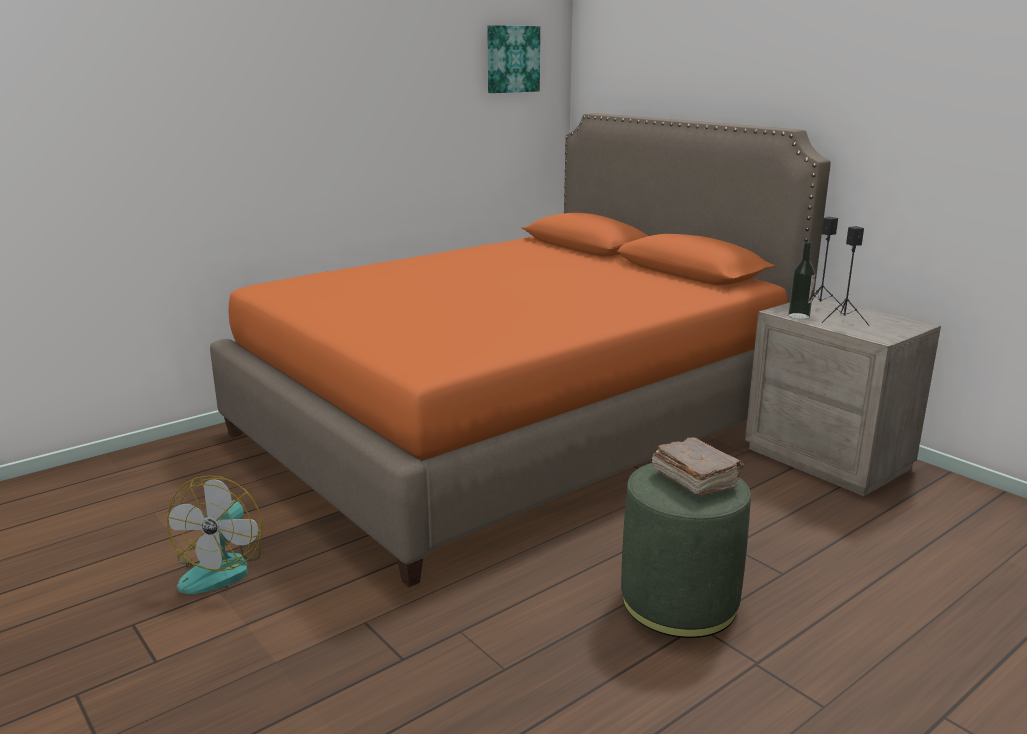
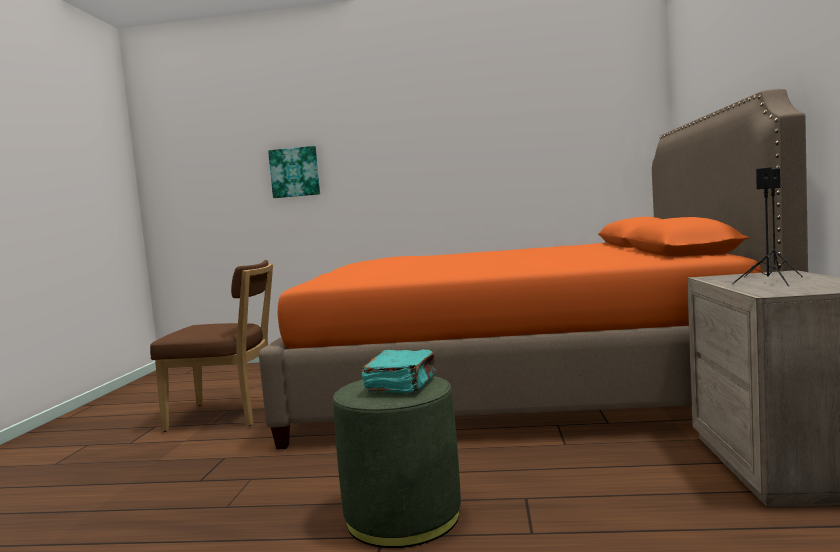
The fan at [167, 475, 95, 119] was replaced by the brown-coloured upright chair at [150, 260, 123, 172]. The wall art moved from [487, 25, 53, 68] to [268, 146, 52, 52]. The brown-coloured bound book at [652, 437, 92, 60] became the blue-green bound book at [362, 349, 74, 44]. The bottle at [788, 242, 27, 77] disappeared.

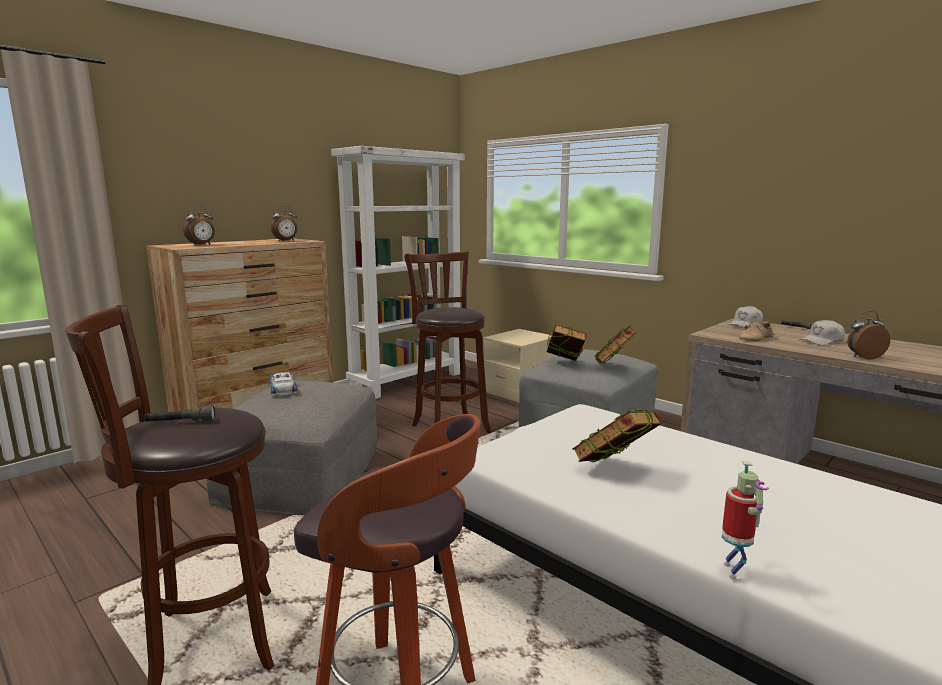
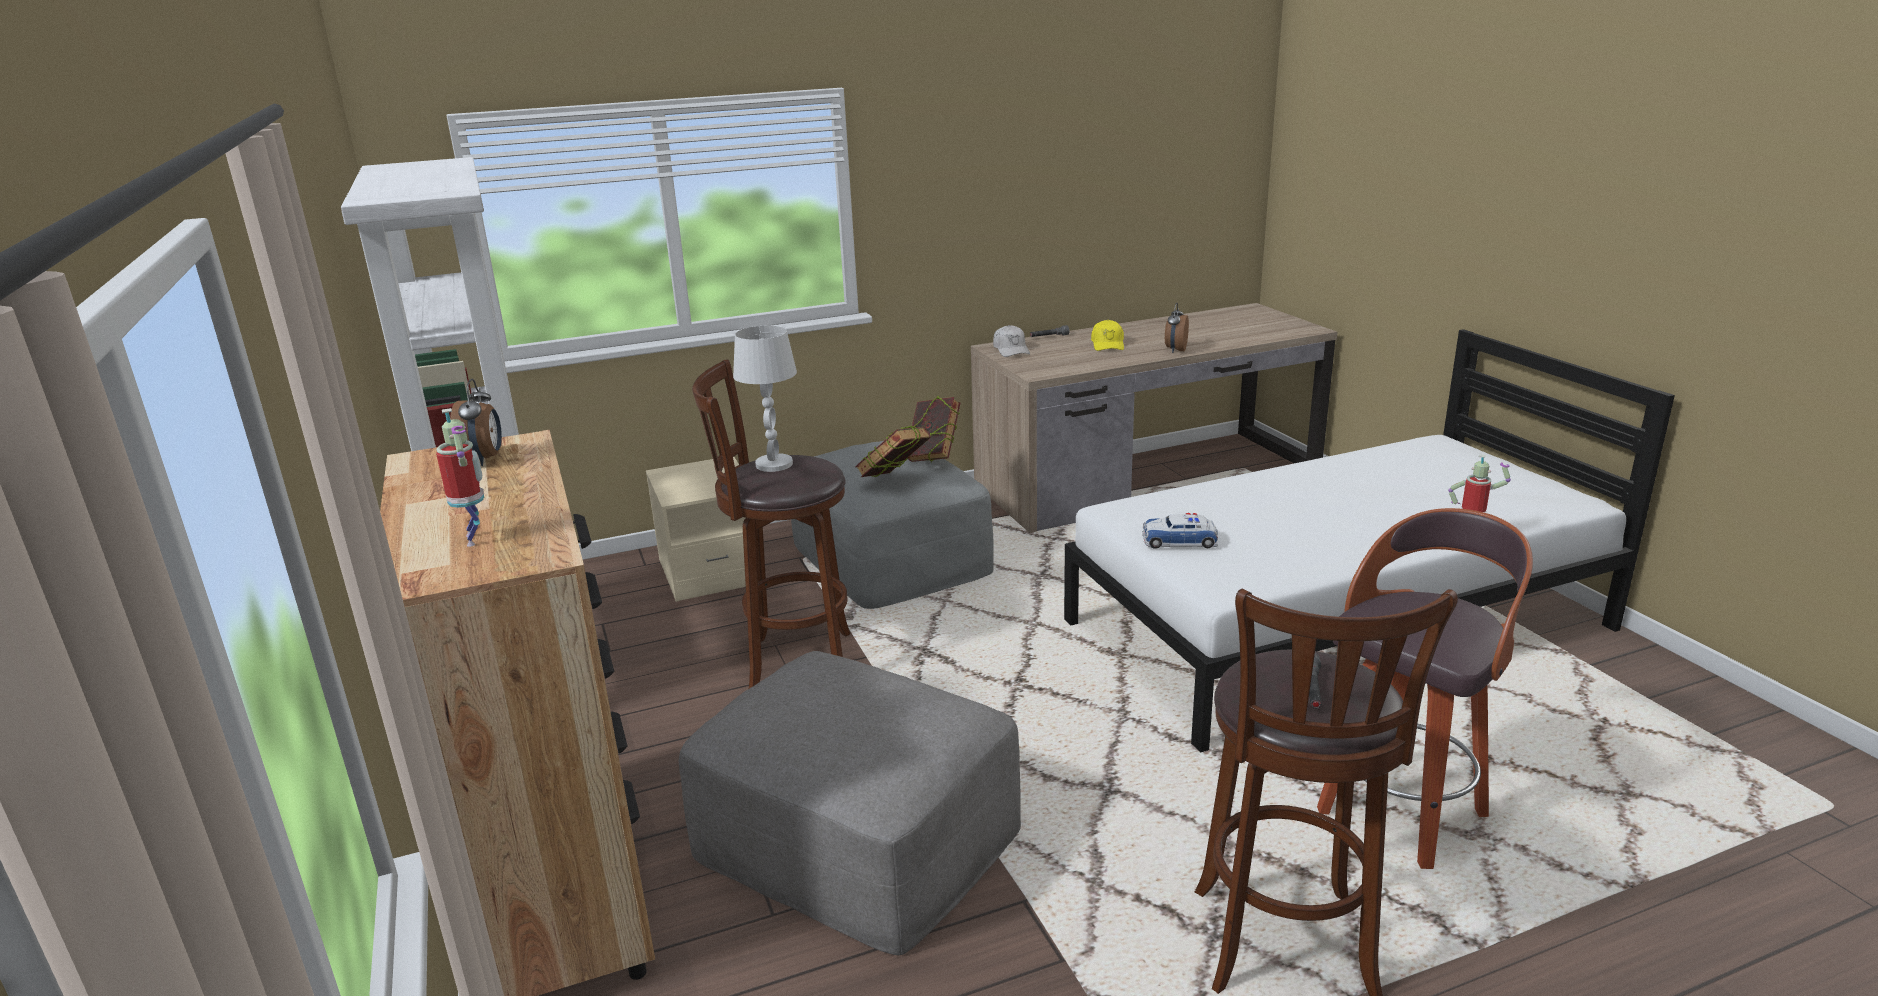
The alarm clock at [183, 206, 32, 39] was replaced by the model robot at [436, 408, 48, 139]. The model car moved from [269, 372, 28, 25] to [1142, 513, 76, 36]. The bound book at [572, 408, 90, 54] disappeared. The beige shoe at [739, 321, 35, 21] disappeared. The white baseball cap at [800, 319, 45, 26] became the yellowish baseball cap at [1091, 320, 33, 31]. The white table lamp at [733, 326, 64, 146] appeared.

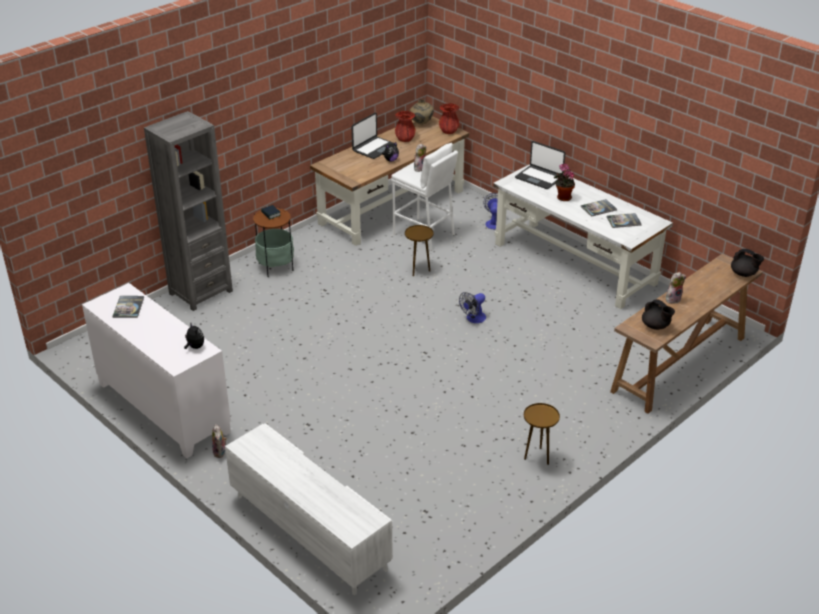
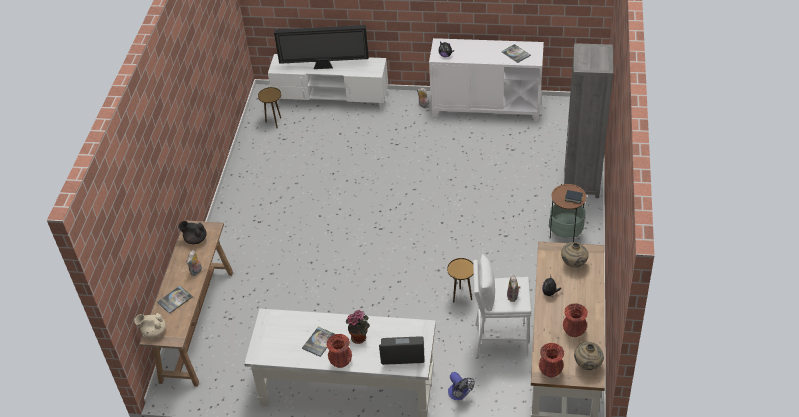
The notebook computer at [352, 113, 45, 46] disappeared. The fan at [459, 292, 27, 31] disappeared. The brown-coloured accent table moved from [524, 403, 36, 62] to [258, 87, 23, 41]. The bound book moved from [607, 213, 35, 15] to [157, 286, 36, 28]. The blackish teapot at [731, 249, 33, 28] became the beige teapot at [134, 313, 32, 25]. The television at [274, 25, 95, 44] appeared. The red-coloured decorative vase at [326, 334, 26, 34] appeared. The beige decorative vase at [561, 242, 28, 26] appeared.

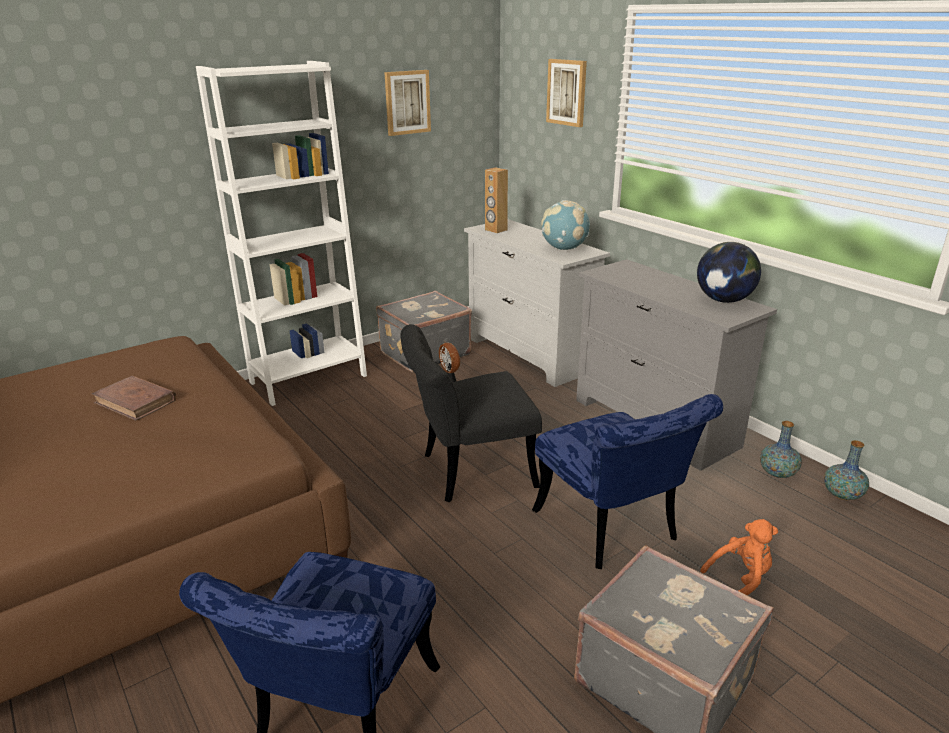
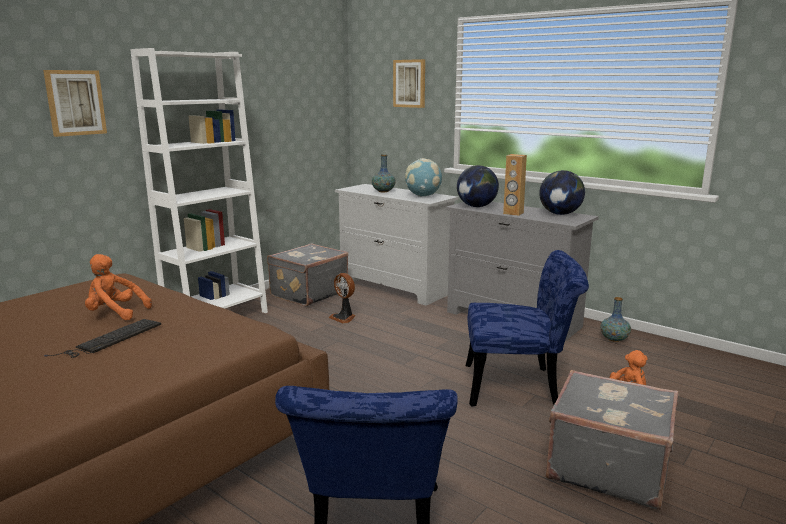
The brown-coloured bound book at [92, 376, 84, 45] was replaced by the orangey cuddly toy at [85, 254, 67, 66]. The wall art moved from [384, 70, 47, 66] to [43, 70, 64, 67]. The blackish upright chair at [400, 324, 142, 178] disappeared. The brown-coloured loudspeaker moved from [485, 167, 23, 66] to [503, 154, 24, 62]. The blue upright chair at [532, 394, 191, 175] turned 45 degrees counterclockwise. The decorative vase moved from [824, 440, 45, 60] to [372, 155, 24, 37]. The keyboard at [44, 319, 117, 39] appeared. The desk globe at [457, 165, 42, 42] appeared.

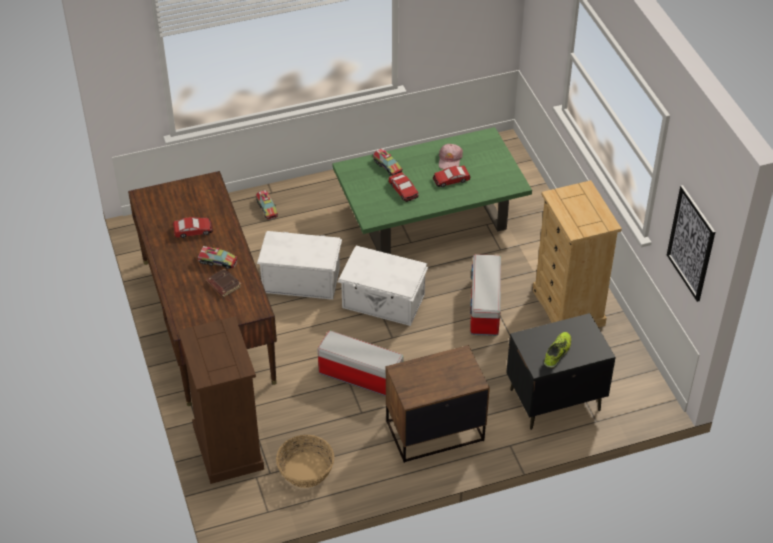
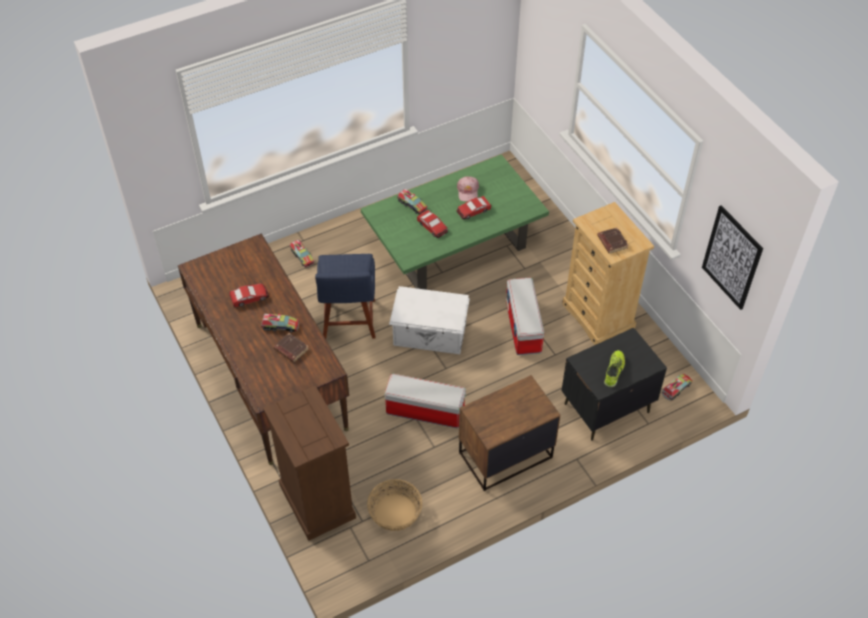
The white storage box at [257, 231, 85, 69] was replaced by the blue upright chair at [315, 254, 61, 85]. The brown-coloured bound book at [597, 228, 32, 26] appeared. The toy lorry at [662, 373, 31, 28] appeared.

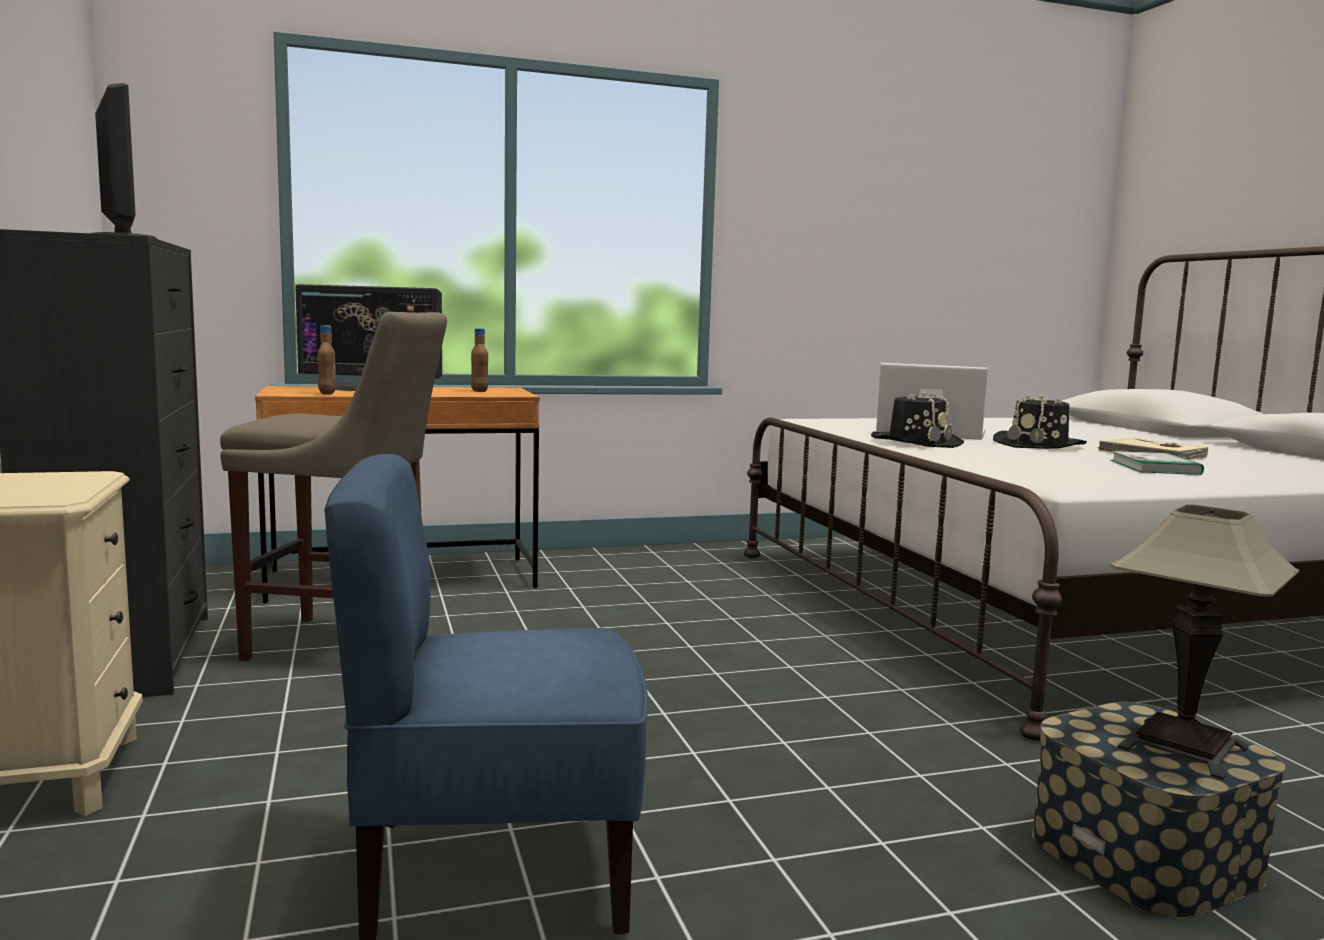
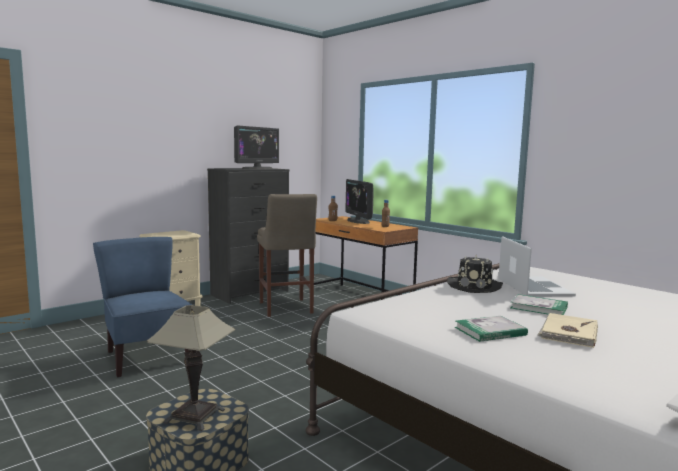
The blackish hat at [993, 392, 94, 57] was replaced by the bound book at [511, 294, 57, 21].

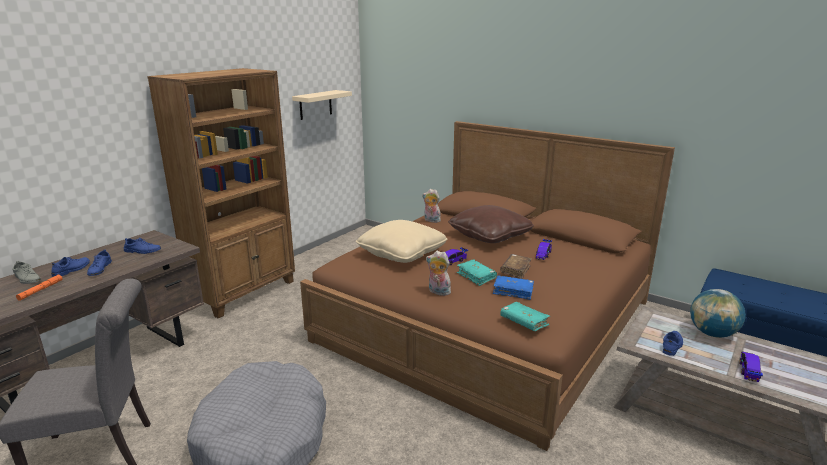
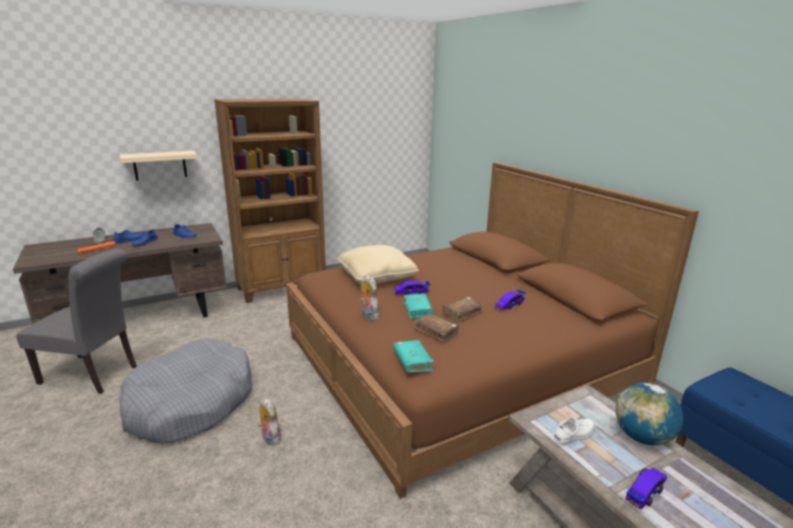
The beige wall shelf moved from [292, 90, 60, 30] to [120, 151, 78, 30]. The cuddly toy moved from [422, 189, 19, 34] to [258, 398, 24, 47]. The brown-coloured throw pillow at [448, 205, 86, 38] disappeared. The blue bound book at [493, 275, 41, 25] became the brown-coloured bound book at [414, 313, 45, 30]. The blue shoe at [663, 331, 20, 25] became the white shoe at [554, 417, 41, 28].

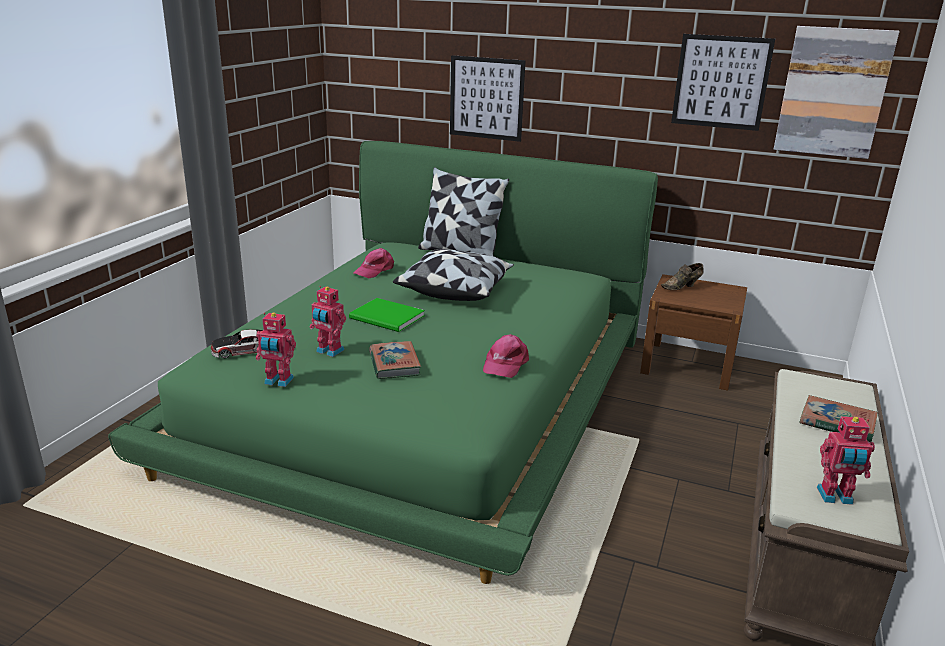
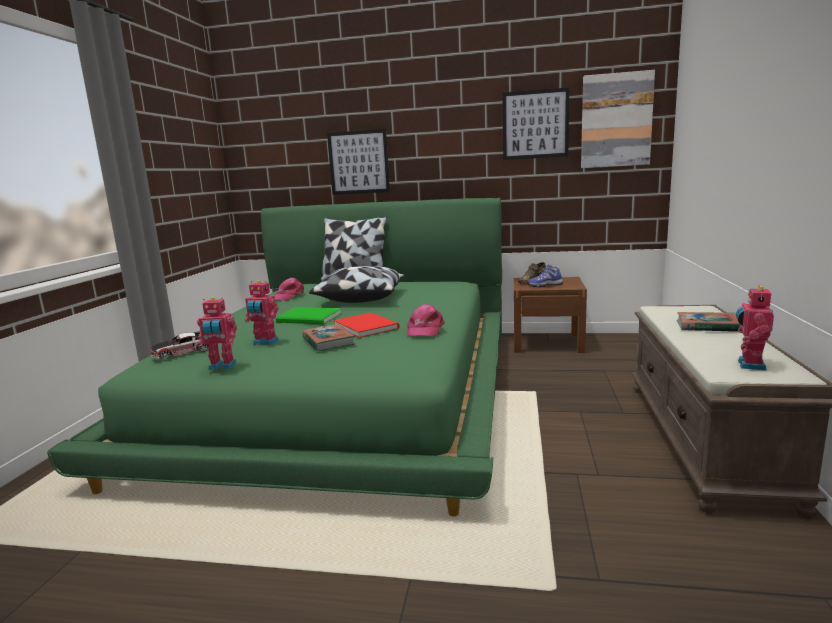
The model robot at [817, 416, 58, 89] turned 120 degrees clockwise. The red-coloured bound book at [333, 313, 66, 25] appeared. The shoe at [527, 264, 36, 23] appeared.

